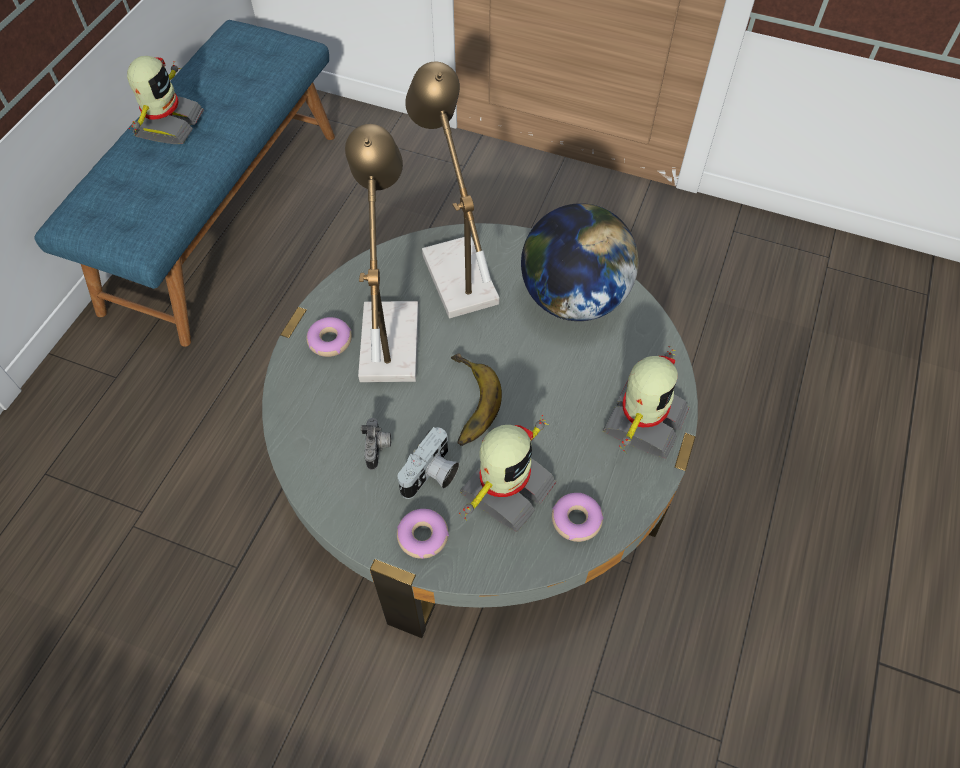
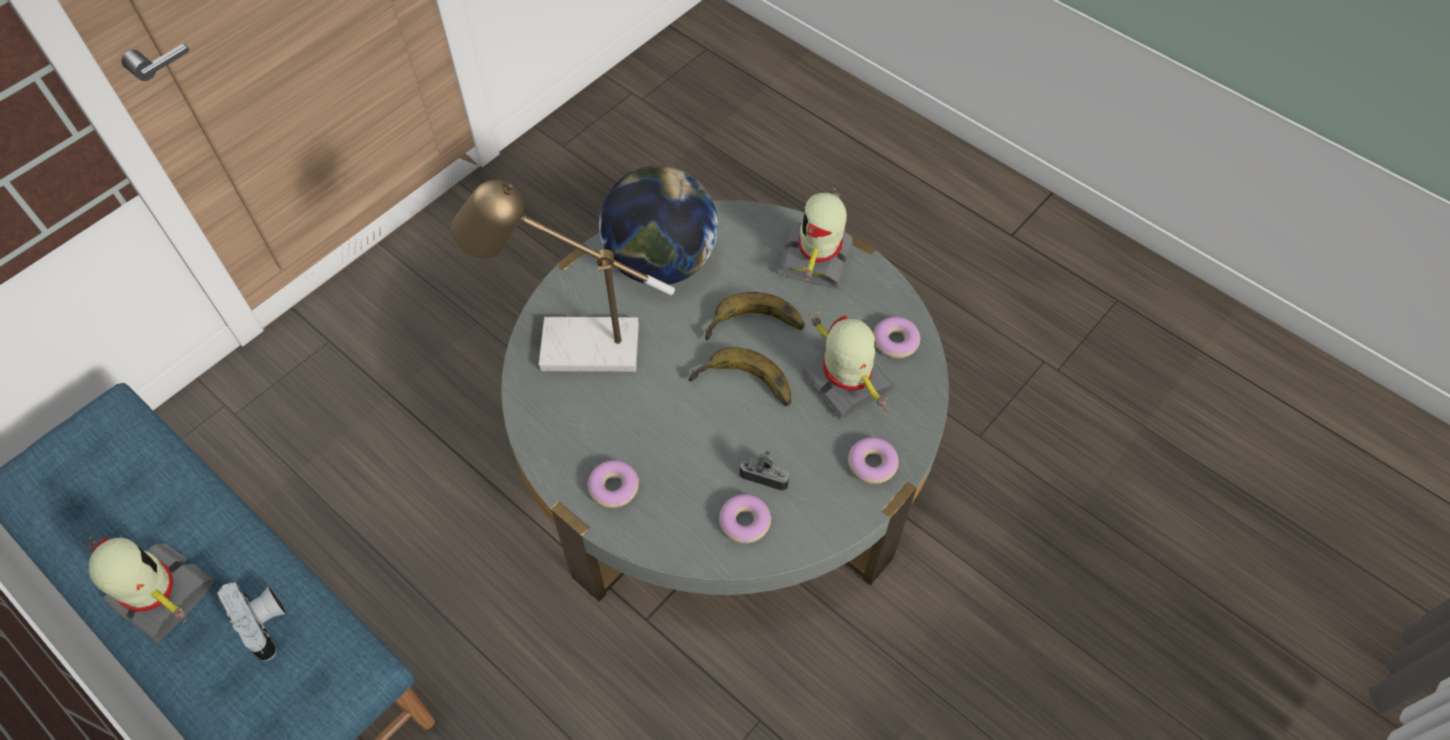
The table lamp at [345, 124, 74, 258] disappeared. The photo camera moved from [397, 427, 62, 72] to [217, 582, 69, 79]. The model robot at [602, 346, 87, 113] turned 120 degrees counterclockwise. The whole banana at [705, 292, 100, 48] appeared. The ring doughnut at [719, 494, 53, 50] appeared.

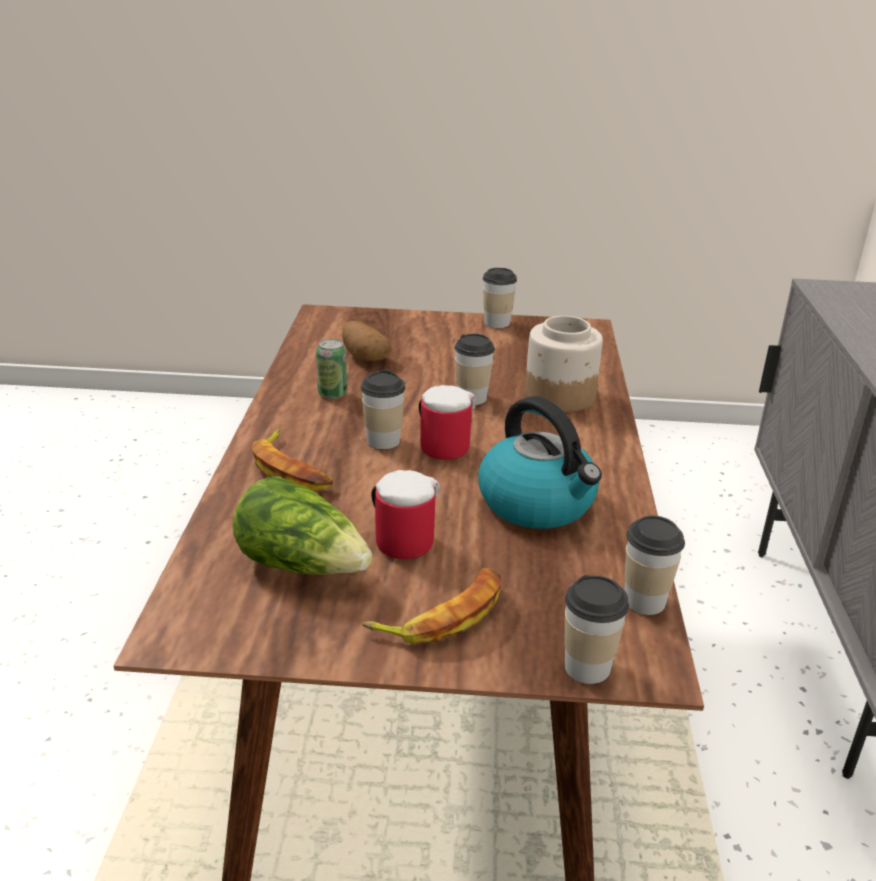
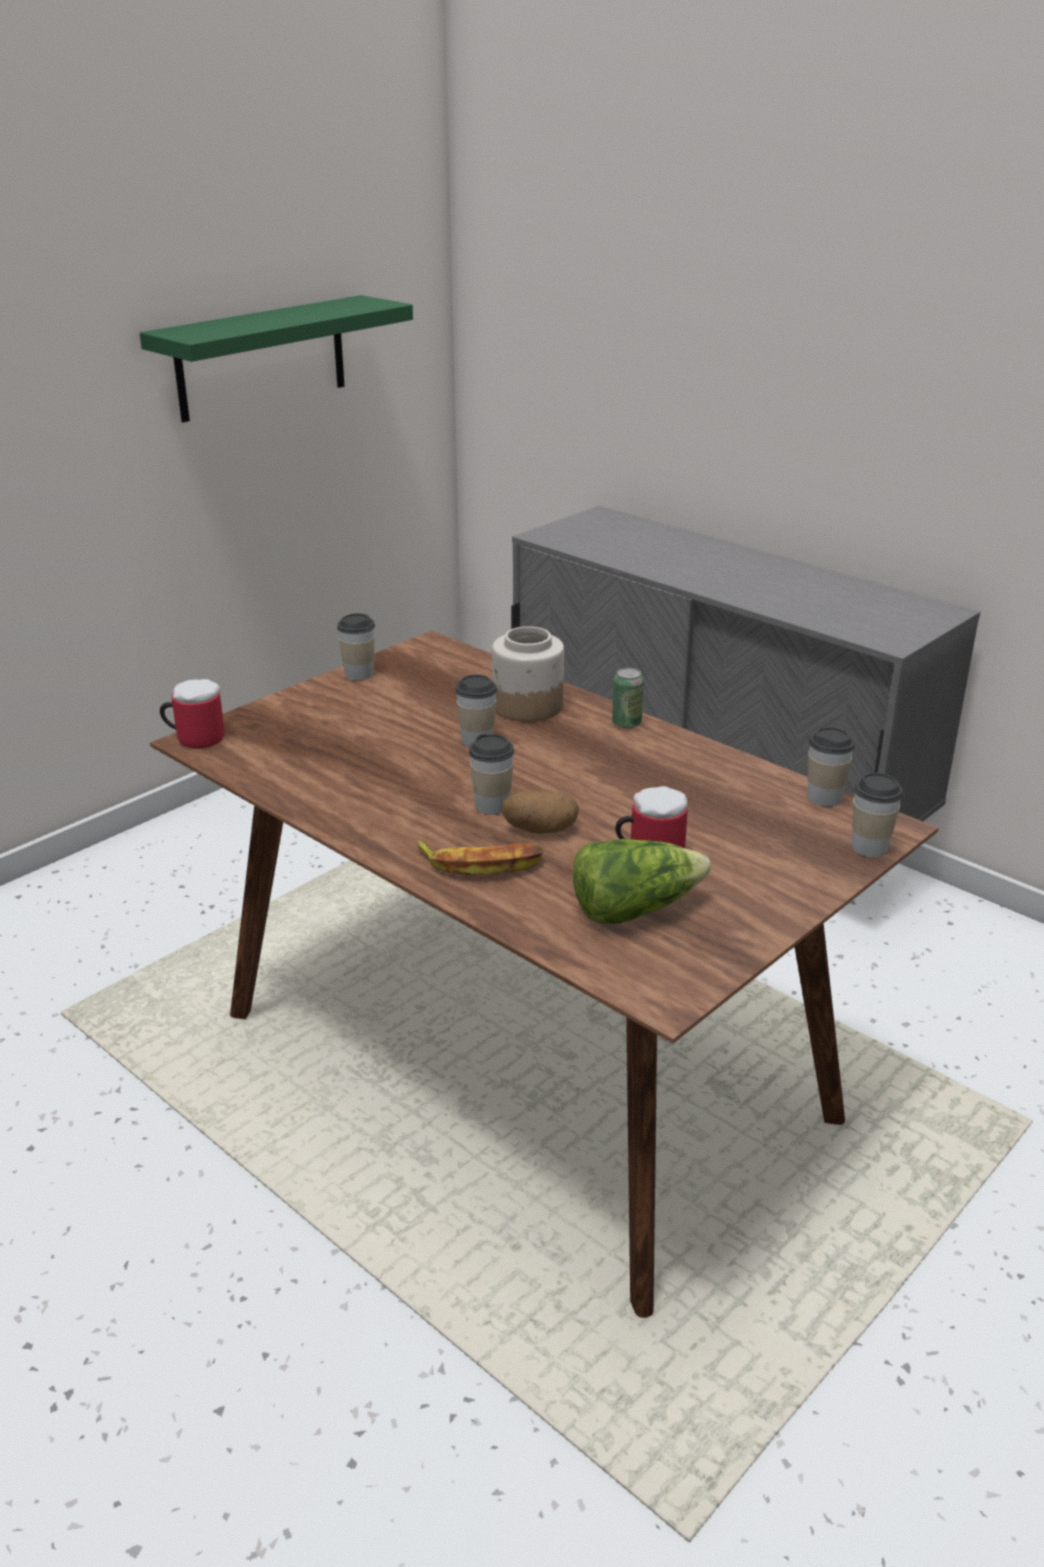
The can moved from [316, 339, 31, 60] to [612, 668, 32, 61]. The whole potato moved from [342, 321, 50, 40] to [502, 791, 77, 43]. The whole banana at [362, 568, 139, 76] disappeared. The mug moved from [419, 385, 57, 75] to [160, 679, 65, 69]. The water kettle at [478, 396, 124, 133] disappeared. The greenish wall shelf at [139, 295, 274, 128] appeared.

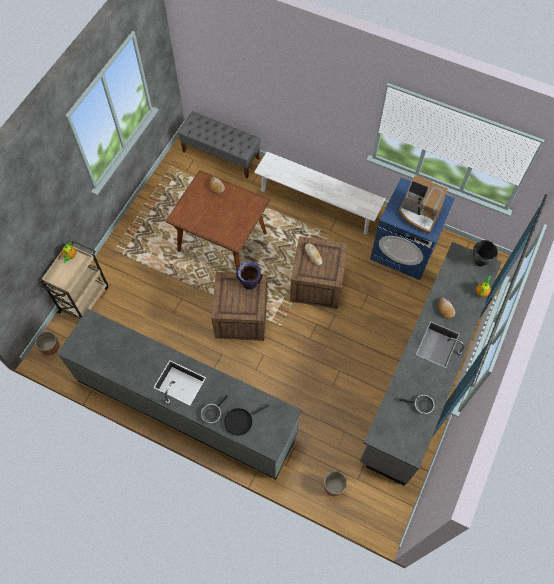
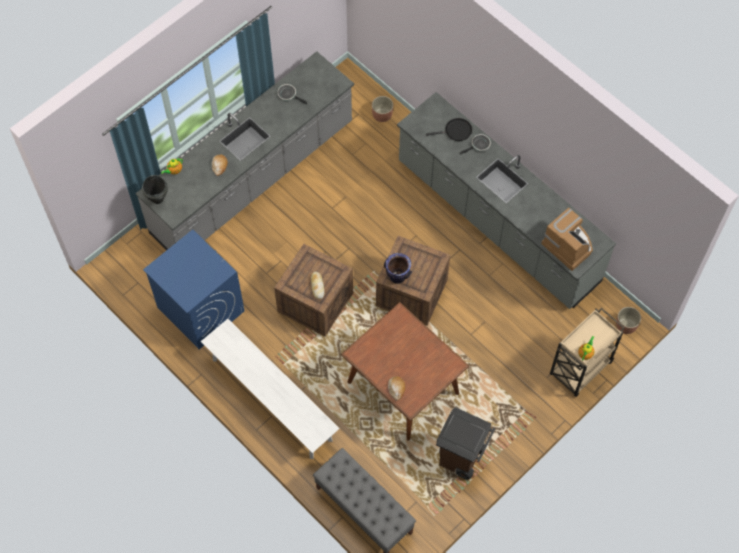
The coffee maker moved from [399, 175, 49, 59] to [541, 208, 52, 63]. The brown-coloured rubbish bin at [436, 407, 59, 73] appeared.

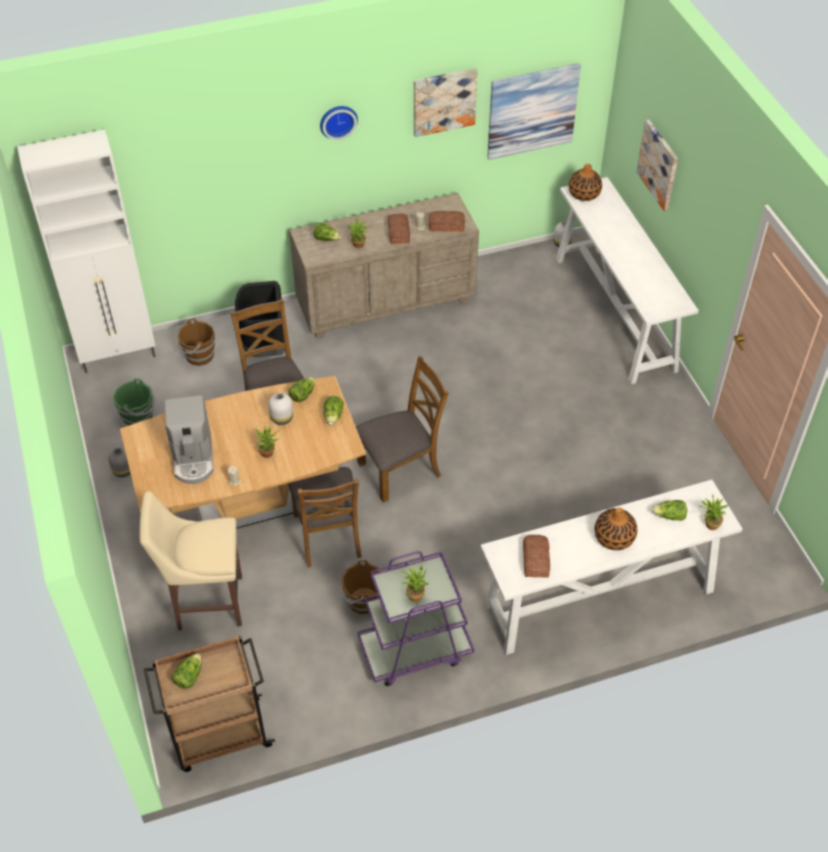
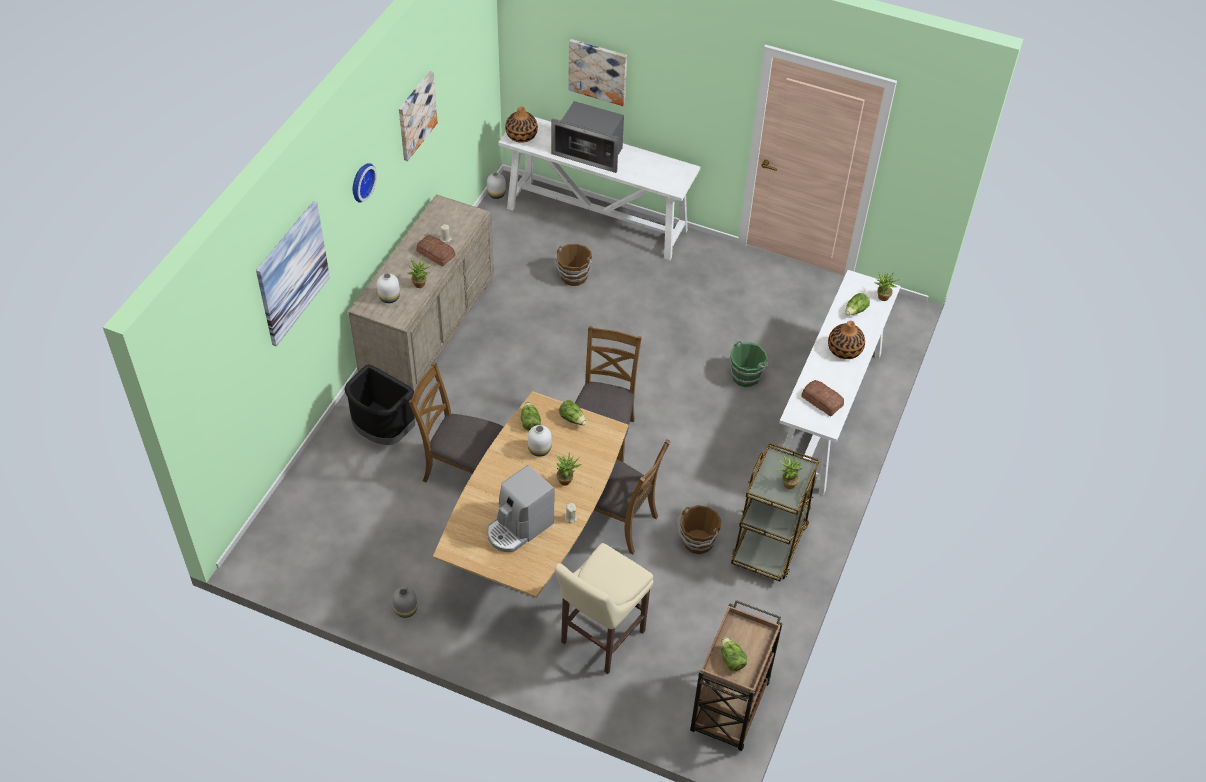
The white cupboard at [17, 129, 139, 244] disappeared. The greenish water bucket moved from [113, 378, 42, 47] to [730, 341, 39, 46]. The coffee maker at [164, 395, 50, 89] turned 105 degrees clockwise. The brown-coloured water bucket moved from [178, 318, 37, 48] to [554, 244, 38, 42]. The lettuce at [313, 222, 28, 19] was replaced by the white decorative vase at [377, 273, 23, 30]. The purple trolley at [357, 551, 117, 135] became the brown-coloured trolley at [731, 443, 88, 138]. The baked bread at [429, 211, 36, 21] disappeared. The wall art moved from [487, 63, 94, 97] to [256, 201, 74, 145]. The microwave oven at [551, 101, 73, 72] appeared.

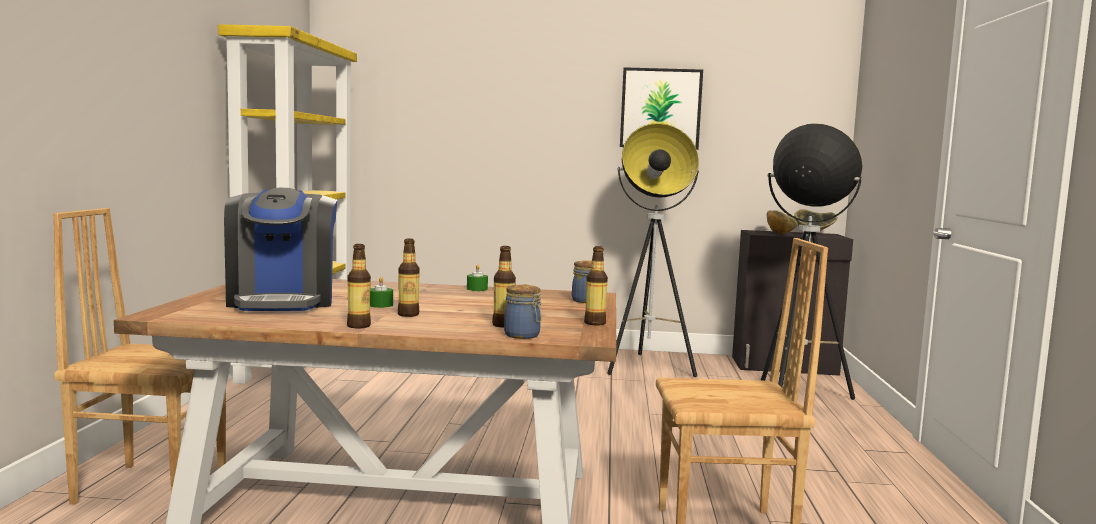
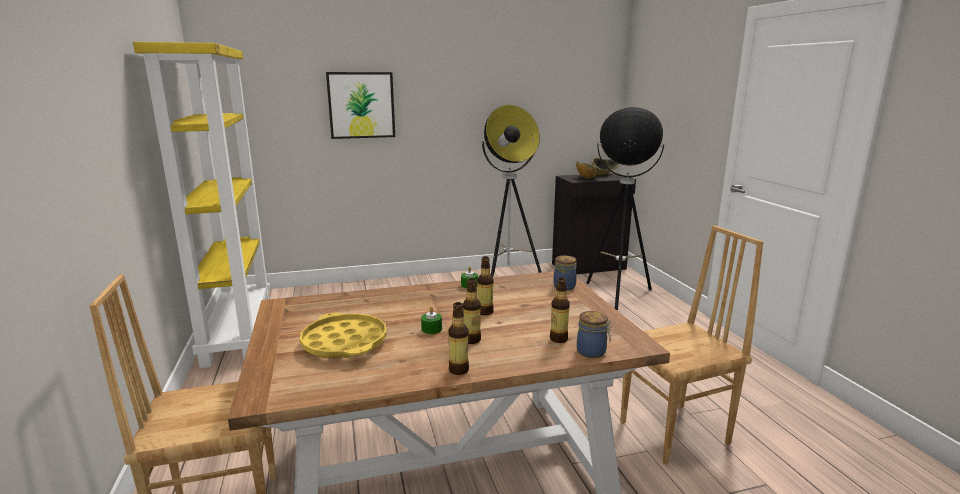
The coffee maker at [224, 188, 113, 123] was replaced by the yellowish carrying tray at [300, 312, 87, 46]. The bottle moved from [584, 246, 24, 79] to [477, 256, 17, 59]. The wall art moved from [620, 67, 83, 83] to [326, 72, 69, 67].

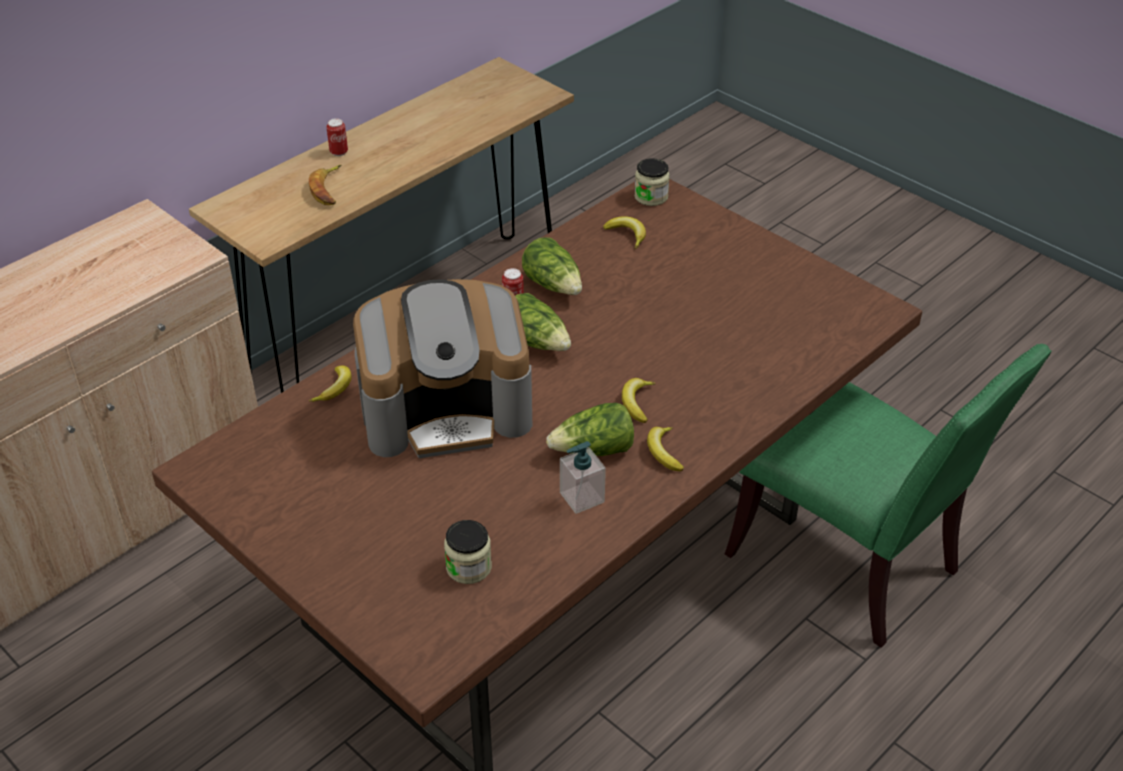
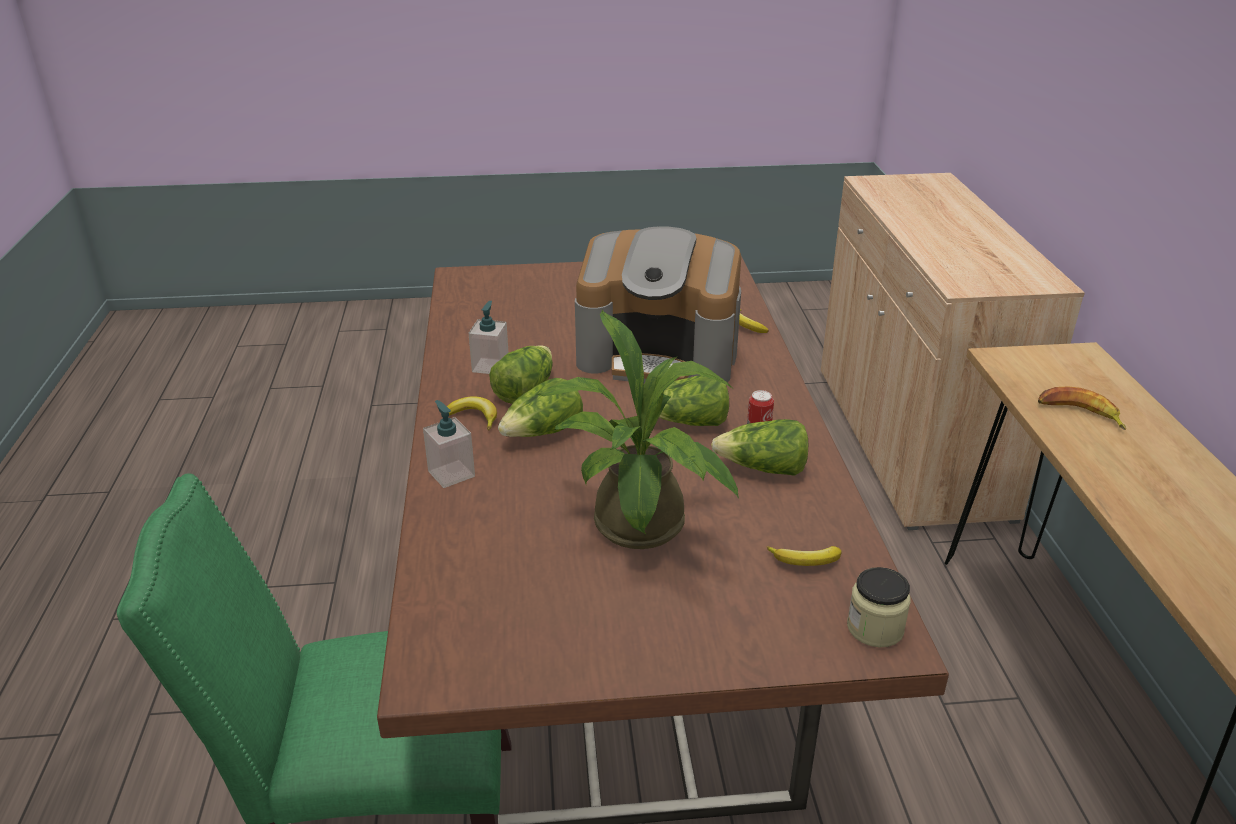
The can at [326, 118, 22, 38] disappeared. The coffee maker at [353, 279, 179, 179] turned 105 degrees counterclockwise. The preserve jar at [444, 520, 48, 64] disappeared. The whole banana at [622, 378, 33, 45] was replaced by the lettuce at [498, 378, 85, 59]. The liquid soap bottle at [423, 400, 52, 88] appeared. The potted plant at [537, 310, 202, 239] appeared.

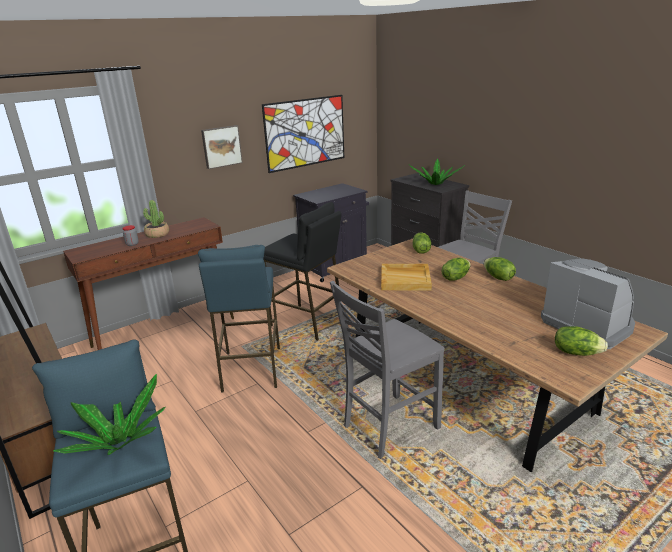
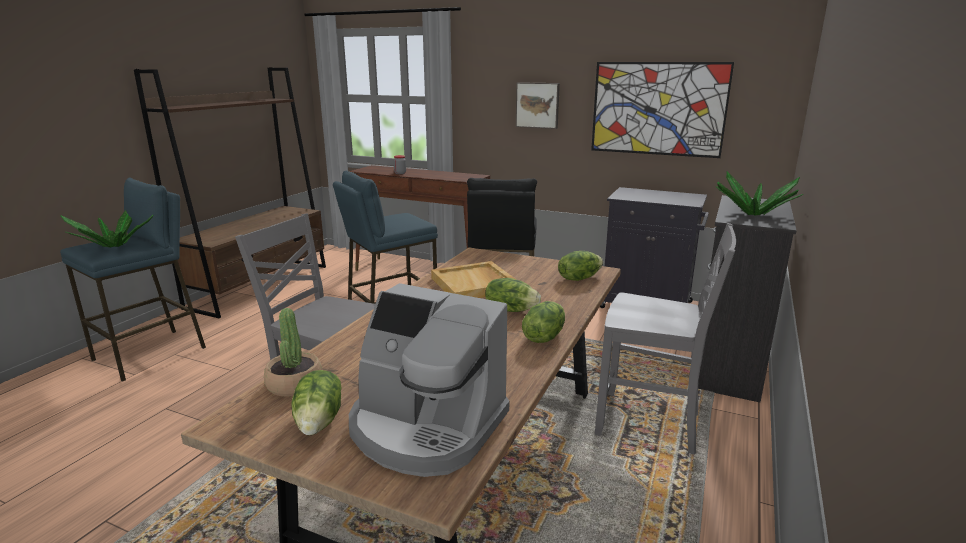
The potted plant moved from [143, 200, 26, 38] to [264, 308, 58, 89]. The coffee maker at [541, 258, 94, 91] turned 90 degrees clockwise.

